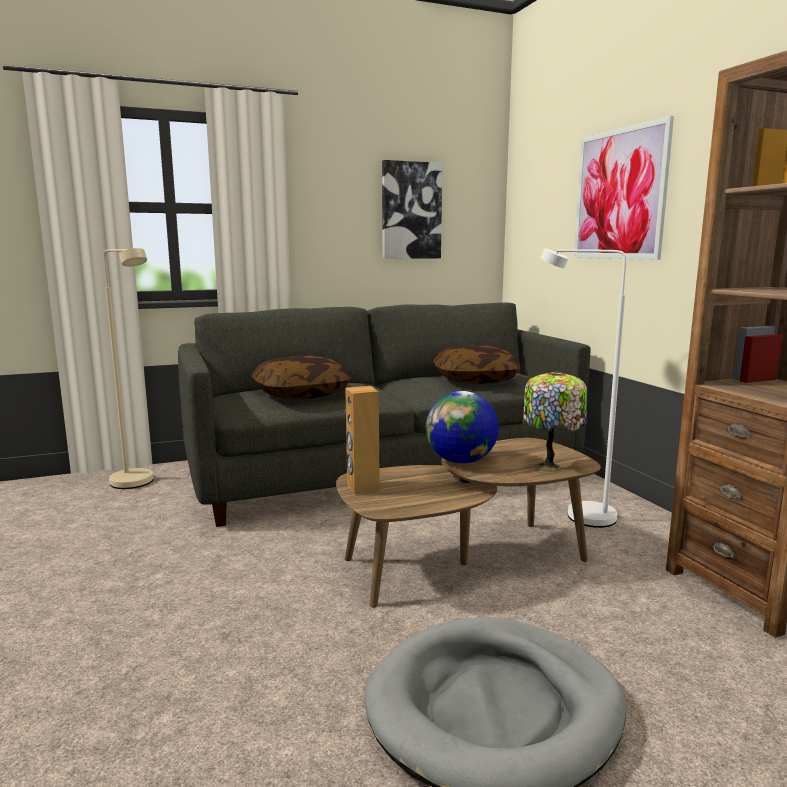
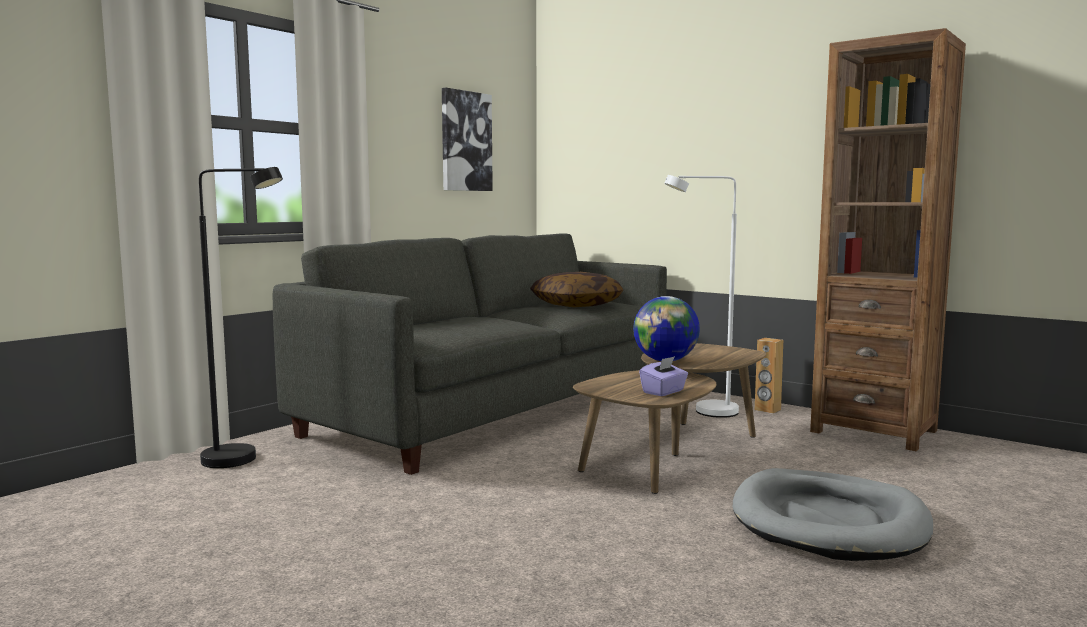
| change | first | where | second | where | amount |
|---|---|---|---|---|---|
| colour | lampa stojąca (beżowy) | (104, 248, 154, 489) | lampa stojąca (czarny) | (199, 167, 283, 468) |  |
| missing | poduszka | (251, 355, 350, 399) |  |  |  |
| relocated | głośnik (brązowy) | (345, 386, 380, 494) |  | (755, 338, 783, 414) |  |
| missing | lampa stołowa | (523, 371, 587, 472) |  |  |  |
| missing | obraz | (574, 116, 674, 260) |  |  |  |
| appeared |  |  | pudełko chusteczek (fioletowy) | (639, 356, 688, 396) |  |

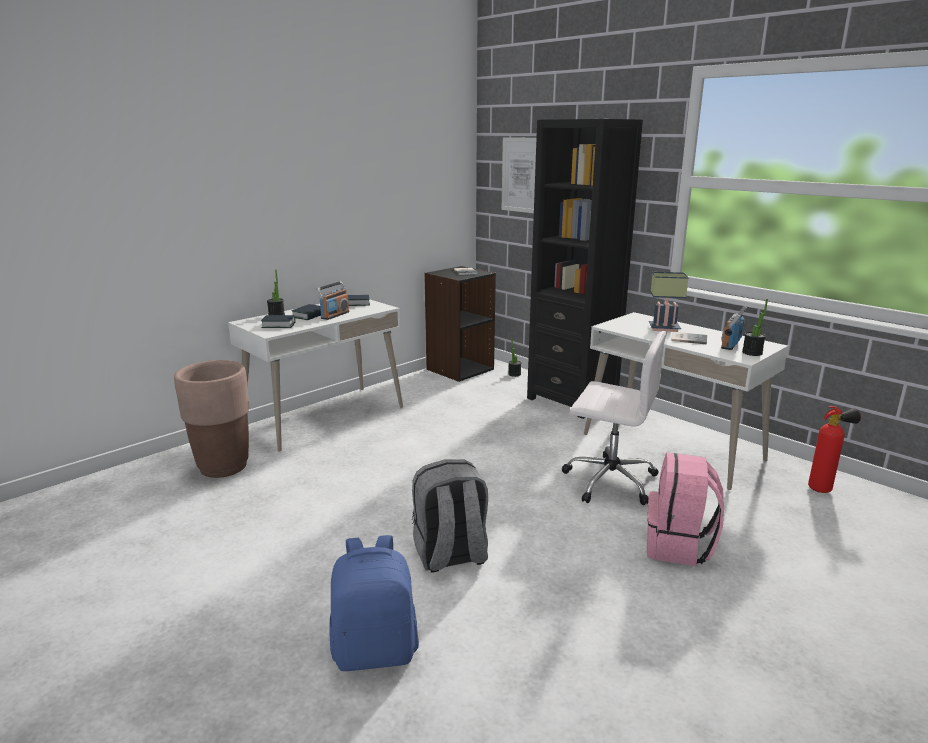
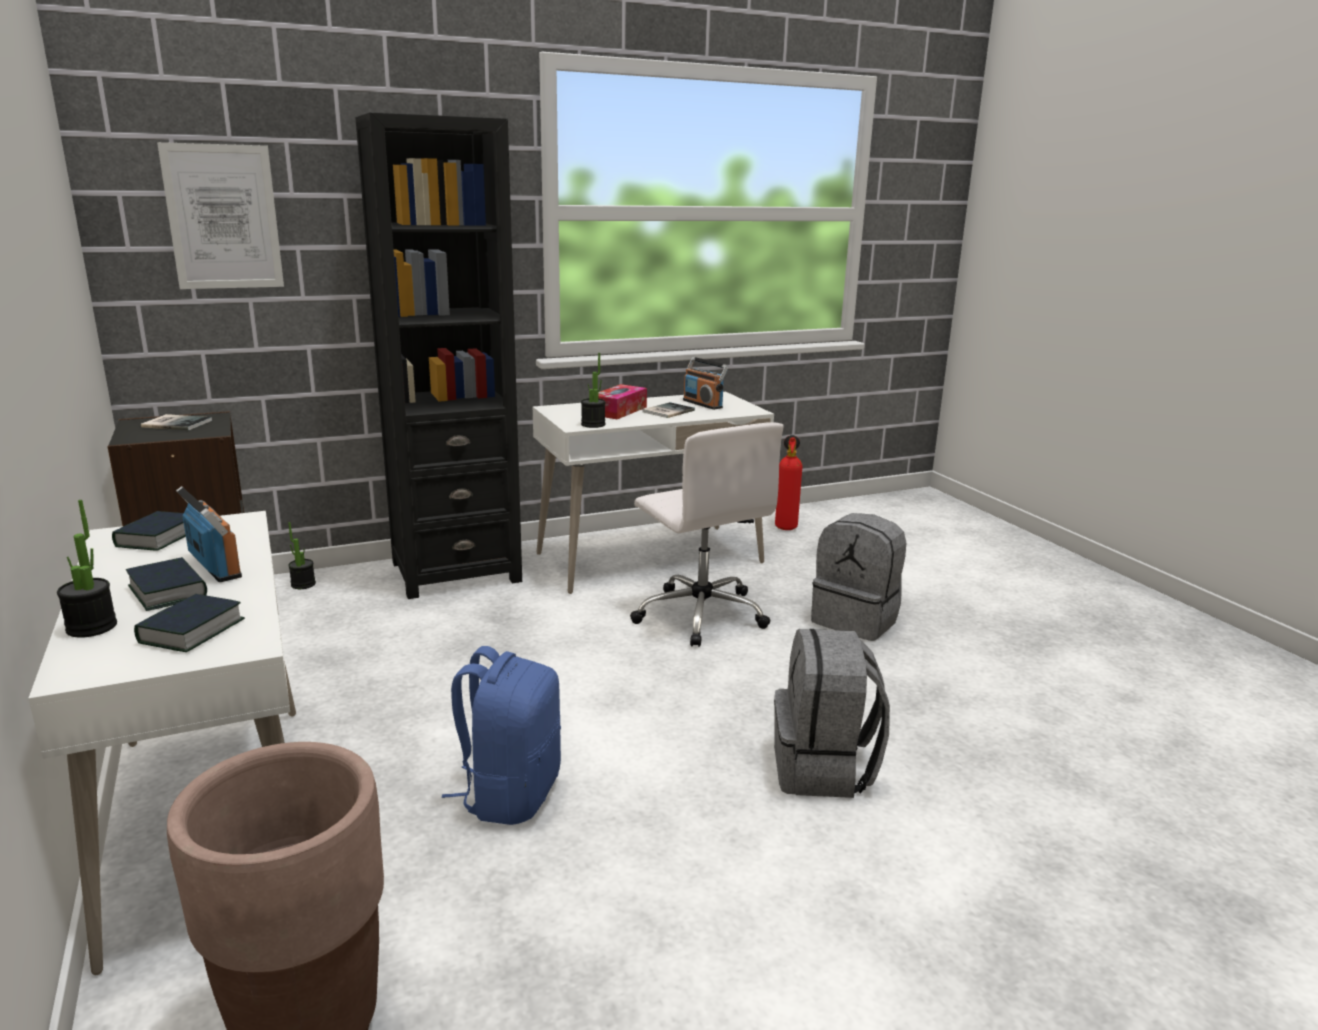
| change | first | where | second | where | amount |
|---|---|---|---|---|---|
| relocated | plecak (niebieski) | (329, 535, 419, 671) |  | (442, 646, 561, 825) |  |
| spun | krzesło biurowe (biały) | (562, 331, 667, 505) |  | (630, 422, 784, 647) | 105 degrees clockwise |
| colour | plecak (różowy) | (647, 453, 724, 566) | plecak (szary) | (811, 513, 906, 641) |  |
| exchanged | lampa stołowa | (649, 272, 689, 332) | pudełko chusteczek | (599, 384, 647, 419) |  |
| relocated | roślina doniczkowa | (742, 299, 768, 356) |  | (581, 353, 606, 428) |  |

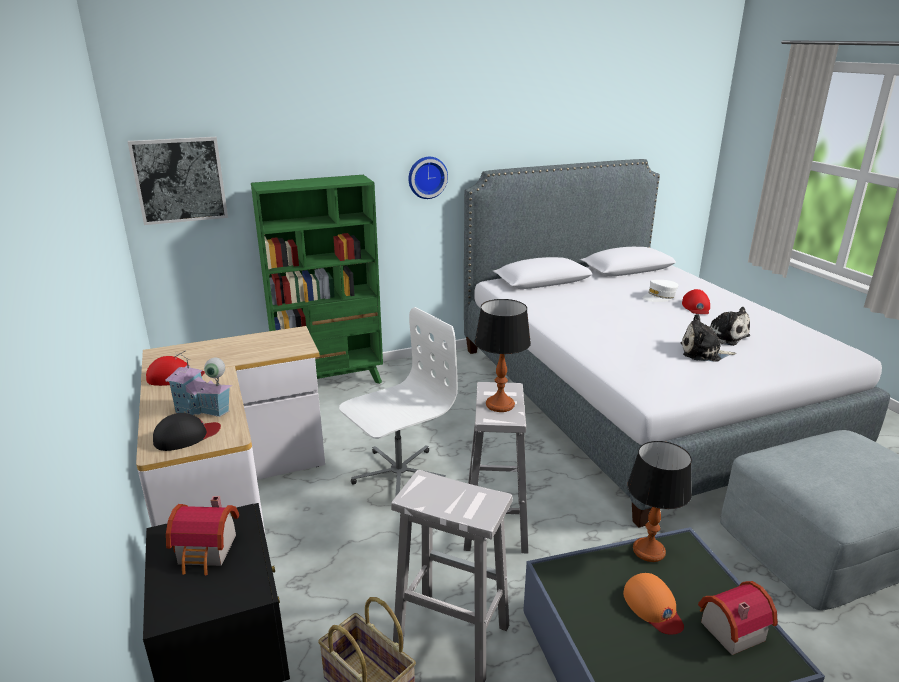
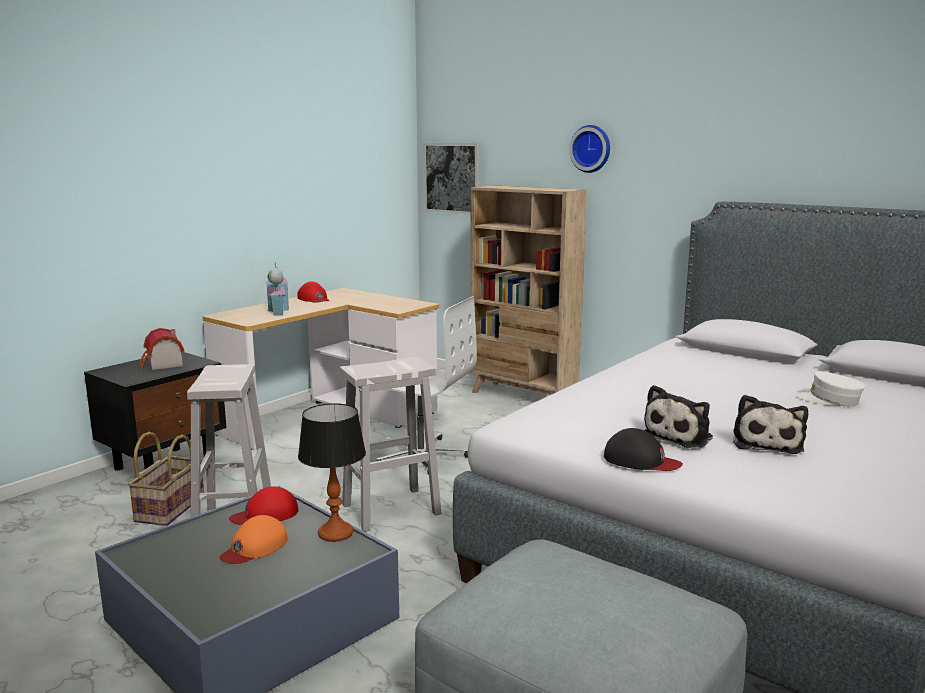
| change | first | where | second | where | amount |
|---|---|---|---|---|---|
| relocated | czapka z daszkiem (czarny) | (153, 413, 221, 451) |  | (604, 428, 683, 471) |  |
| colour | regał (zielony) | (251, 175, 383, 384) | regał (beżowy) | (470, 186, 587, 395) |  |
| relocated | zegar ścienny | (408, 157, 448, 199) |  | (569, 125, 610, 173) |  |
| missing | lampa stołowa | (474, 299, 531, 412) |  |  |  |
| spun | pluszak | (681, 314, 736, 362) |  | (644, 385, 713, 448) | 120 degrees counterclockwise |
| relocated | czapka z daszkiem (czerwony) | (682, 289, 710, 314) |  | (229, 486, 299, 525) |  |
| missing | domek | (698, 581, 778, 655) |  |  |  |

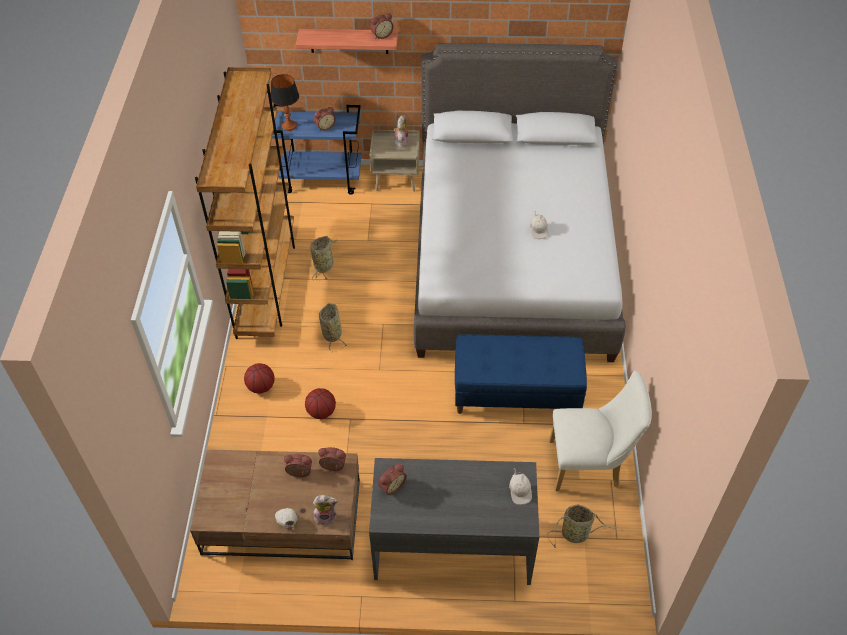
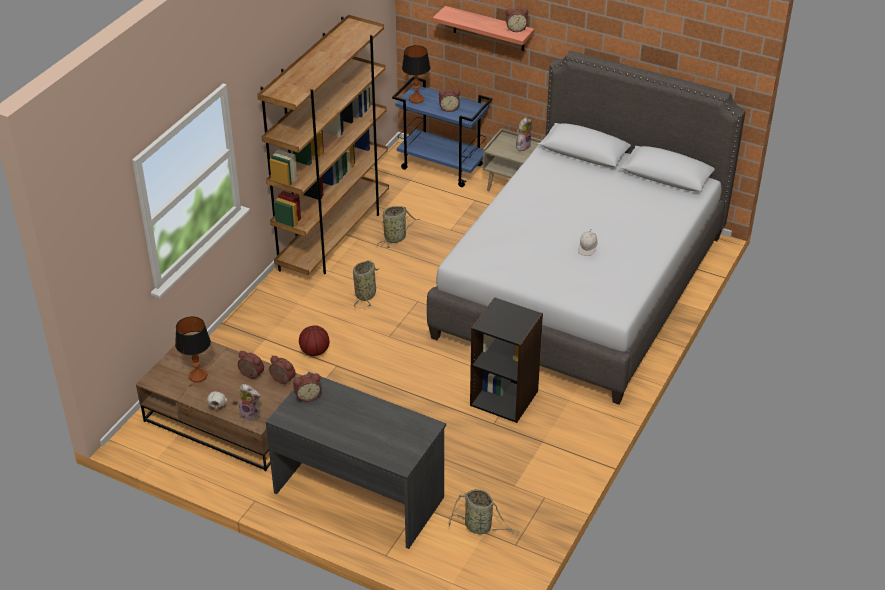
| change | first | where | second | where | amount |
|---|---|---|---|---|---|
| missing | piłka do koszykówki | (244, 363, 275, 394) |  |  |  |
| exchanged | ławka (niebieski) | (455, 334, 587, 414) | regał (czarny) | (470, 297, 543, 423) |  |
| missing | czapka z daszkiem (biały) | (509, 468, 532, 505) |  |  |  |
| missing | krzesło (biały) | (549, 371, 652, 491) |  |  |  |
| appeared |  |  | lampa stołowa | (175, 316, 211, 382) |  |

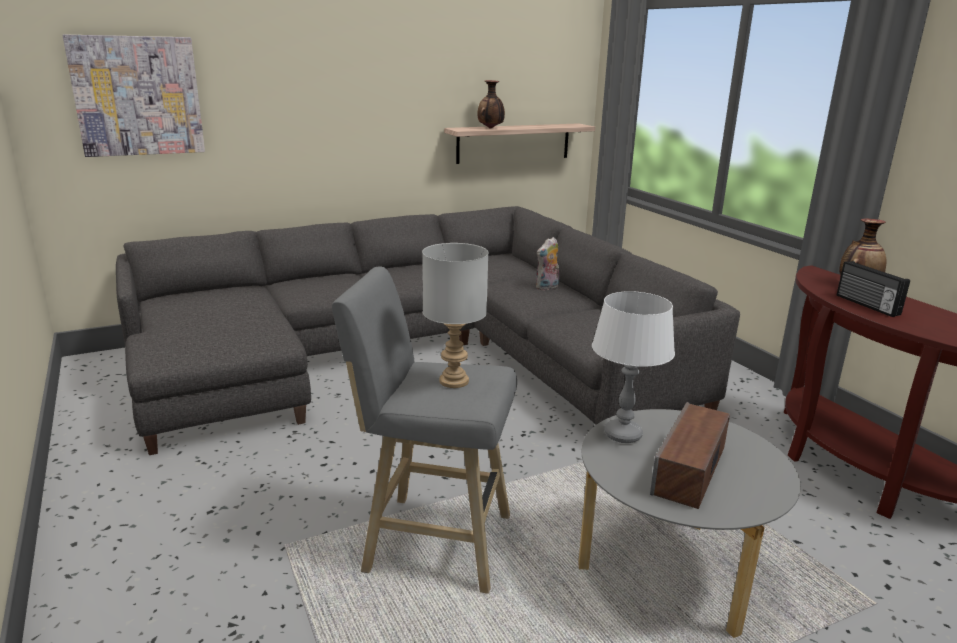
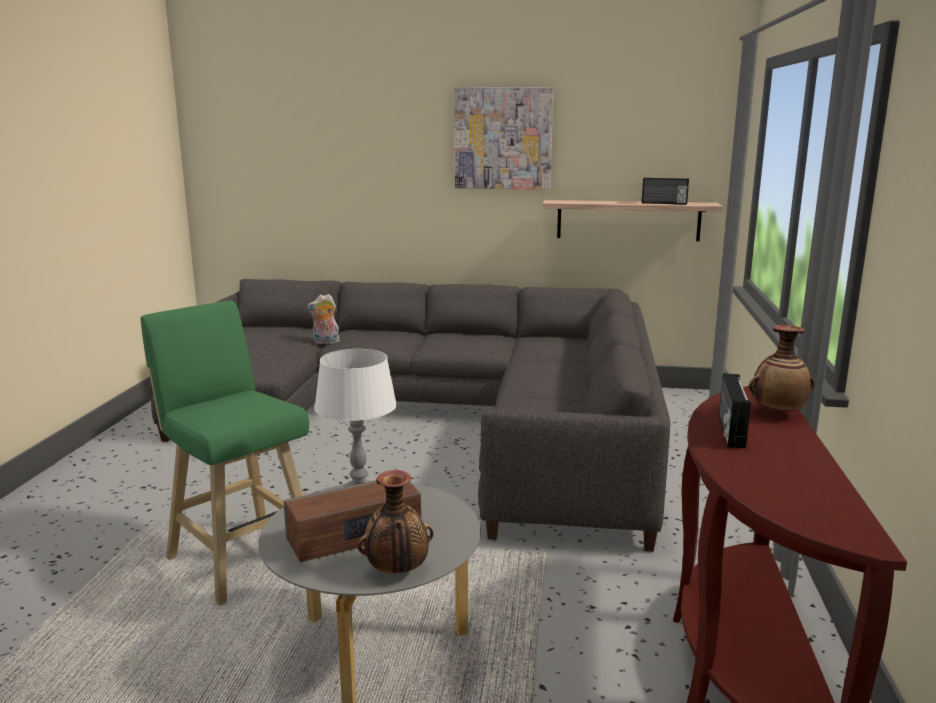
| change | first | where | second | where | amount |
|---|---|---|---|---|---|
| relocated | obraz | (63, 34, 205, 157) |  | (454, 87, 553, 189) |  |
| colour | stołek (szary) | (332, 267, 517, 594) | stołek (zielony) | (141, 301, 309, 606) |  |
| missing | lampa stołowa (szary) | (422, 243, 489, 388) |  |  |  |
| relocated | wazon | (477, 80, 505, 128) |  | (358, 470, 433, 573) |  |
| relocated | pluszak | (536, 237, 559, 290) |  | (307, 294, 340, 344) |  |
| appeared |  |  | radio | (642, 178, 689, 205) |  |

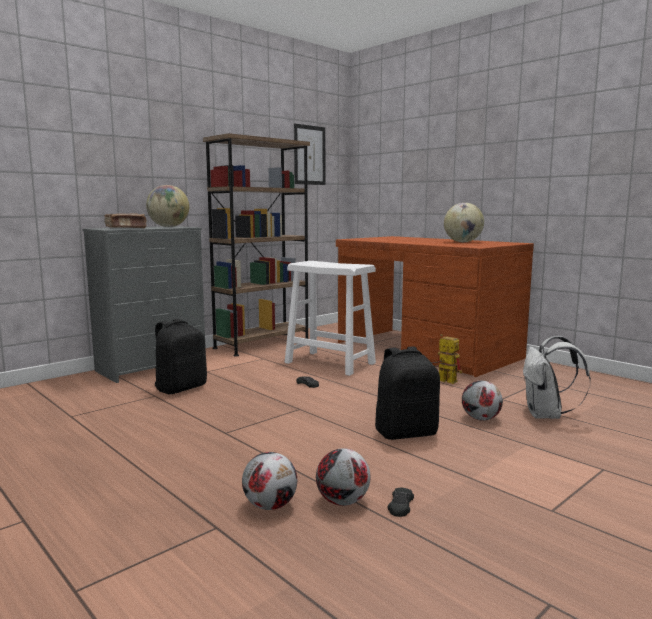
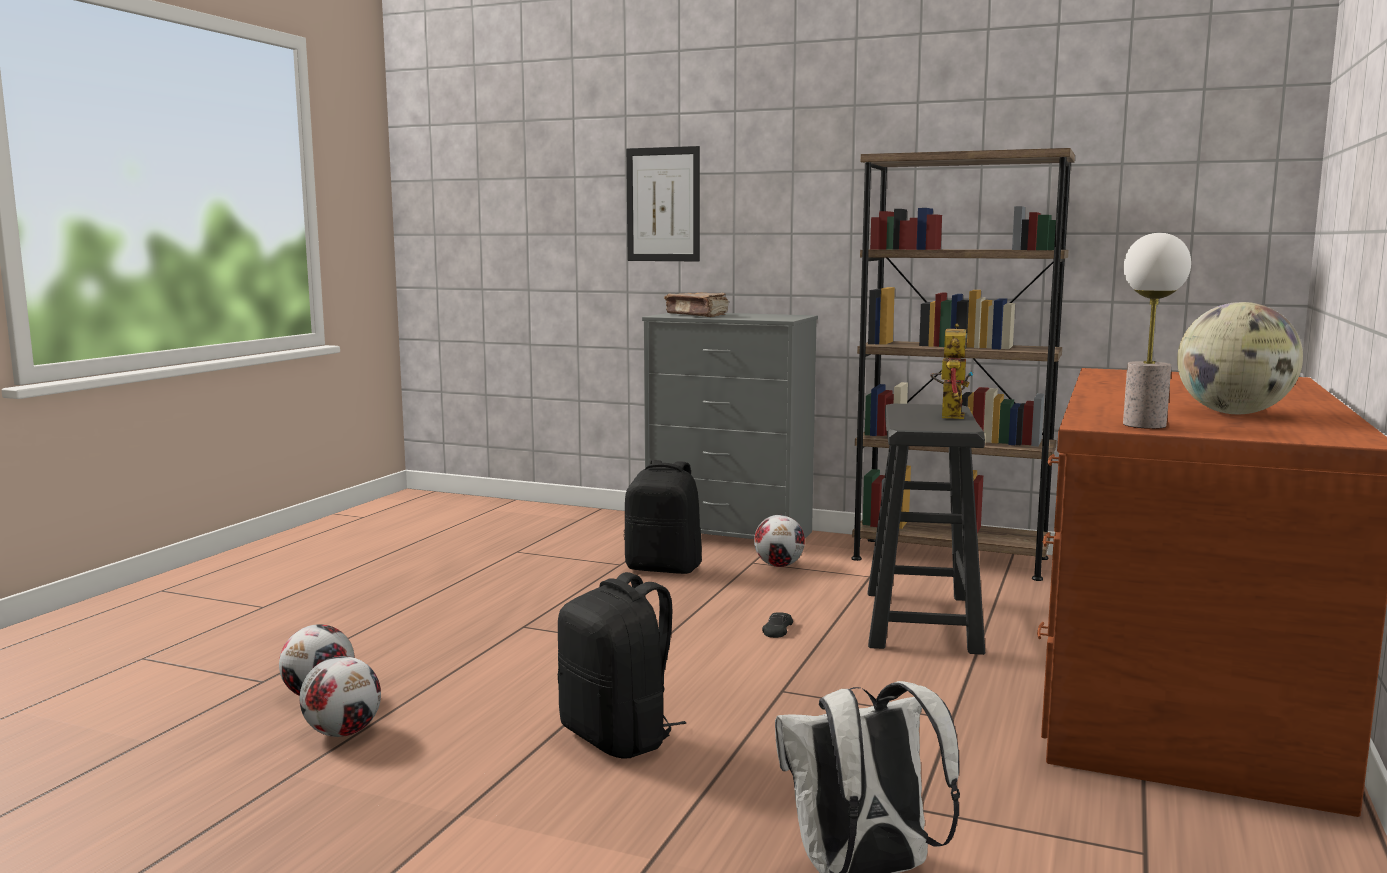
| change | first | where | second | where | amount |
|---|---|---|---|---|---|
| missing | globus | (146, 185, 189, 227) |  |  |  |
| colour | stołek (biały) | (285, 261, 376, 376) | stołek (czarny) | (868, 404, 985, 655) |  |
| relocated | obraz | (294, 124, 325, 185) |  | (626, 146, 700, 261) |  |
| missing | samochodzik (czarny) | (388, 488, 414, 517) |  |  |  |
| relocated | robot zabawkowy | (431, 334, 462, 384) |  | (930, 324, 973, 419) |  |
| relocated | piłka futbolowa | (462, 381, 503, 421) |  | (754, 515, 805, 567) |  |
| appeared |  |  | lampa stołowa | (1123, 233, 1191, 429) |  |

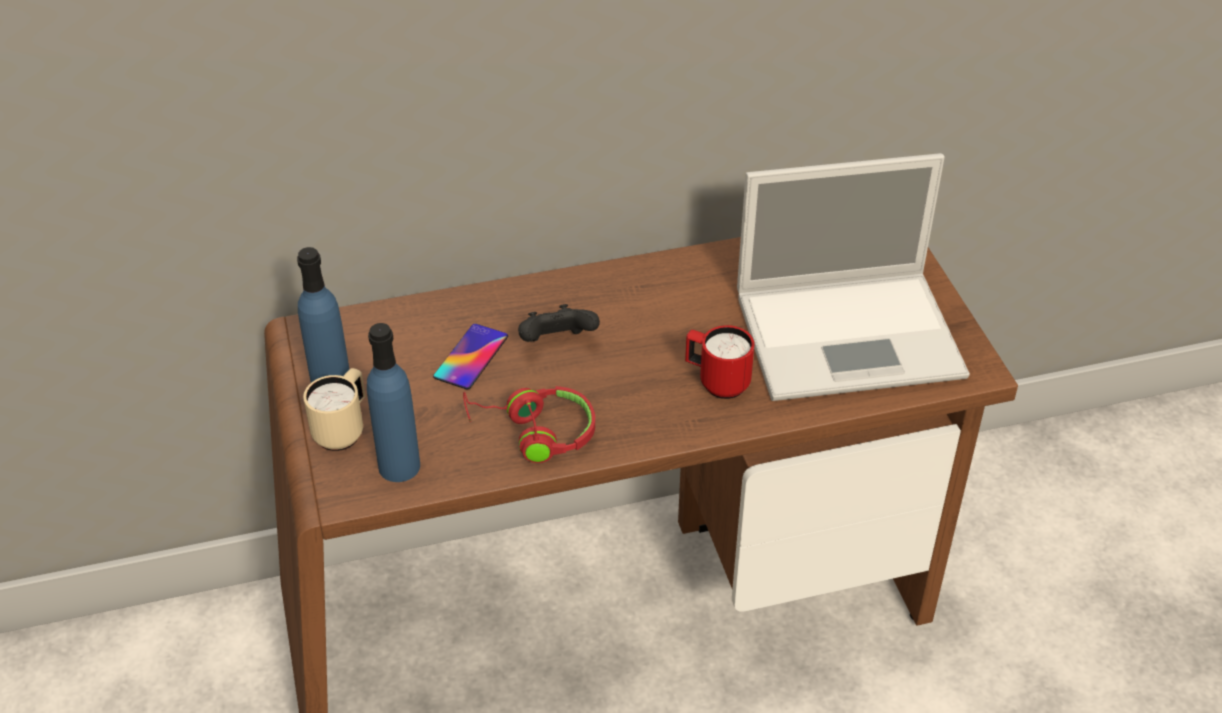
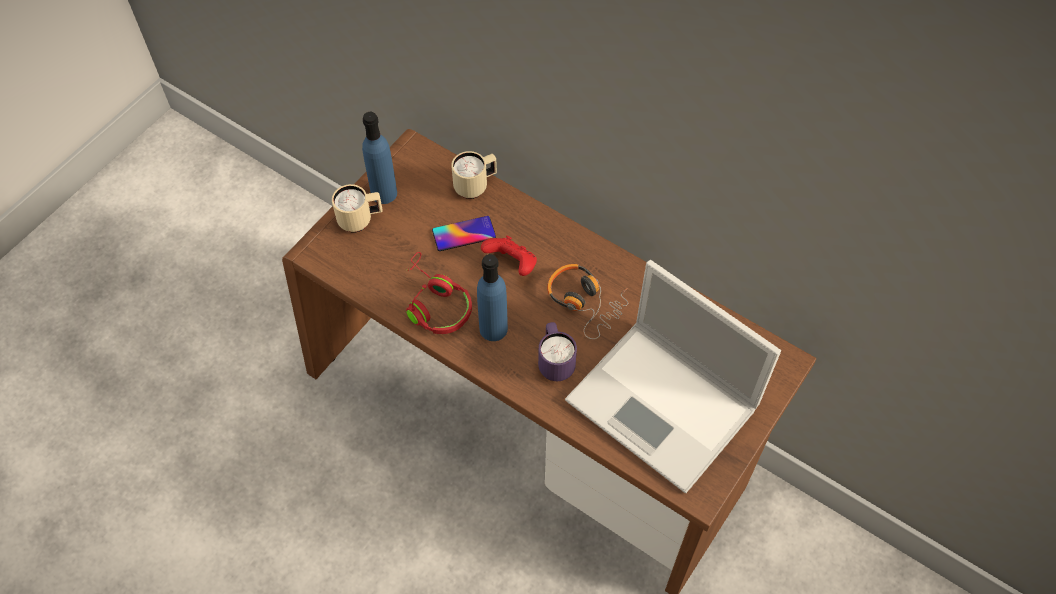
| change | first | where | second | where | amount |
|---|---|---|---|---|---|
| relocated | butelka (niebieski) | (367, 323, 420, 482) |  | (477, 254, 508, 341) |  |
| colour | pad do gier (czarny) | (518, 304, 600, 342) | pad do gier (czerwony) | (481, 236, 537, 276) |  |
| colour | kubek (czerwony) | (685, 325, 754, 399) | kubek (fioletowy) | (538, 322, 577, 381) |  |
| appeared |  |  | kubek (beżowy) | (451, 151, 497, 199) |  |
| appeared |  |  | słuchawki | (547, 264, 628, 339) |  |

